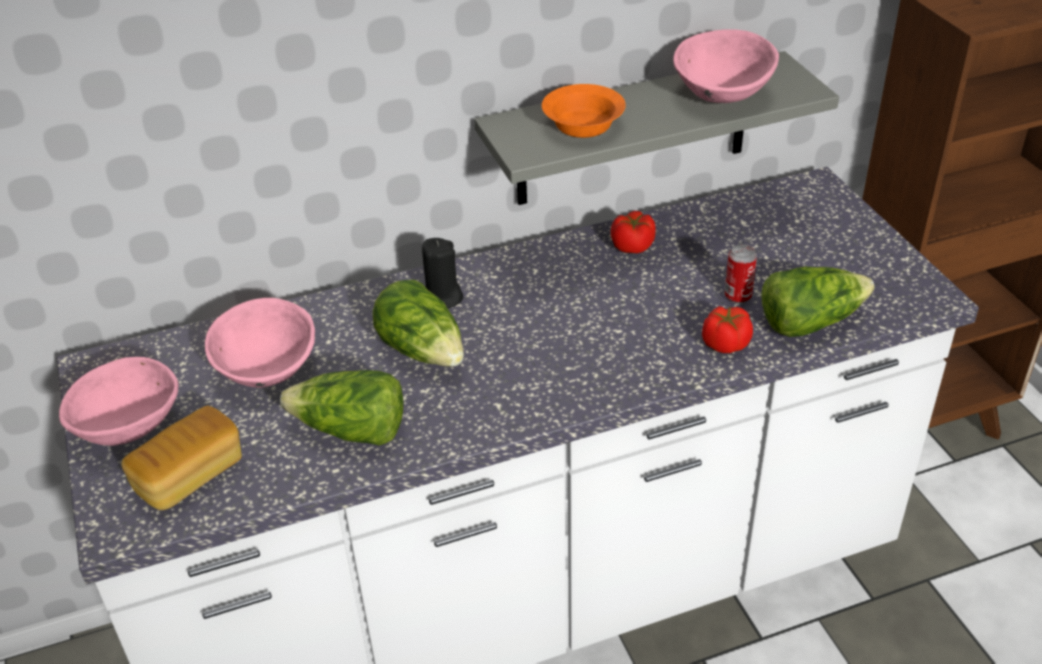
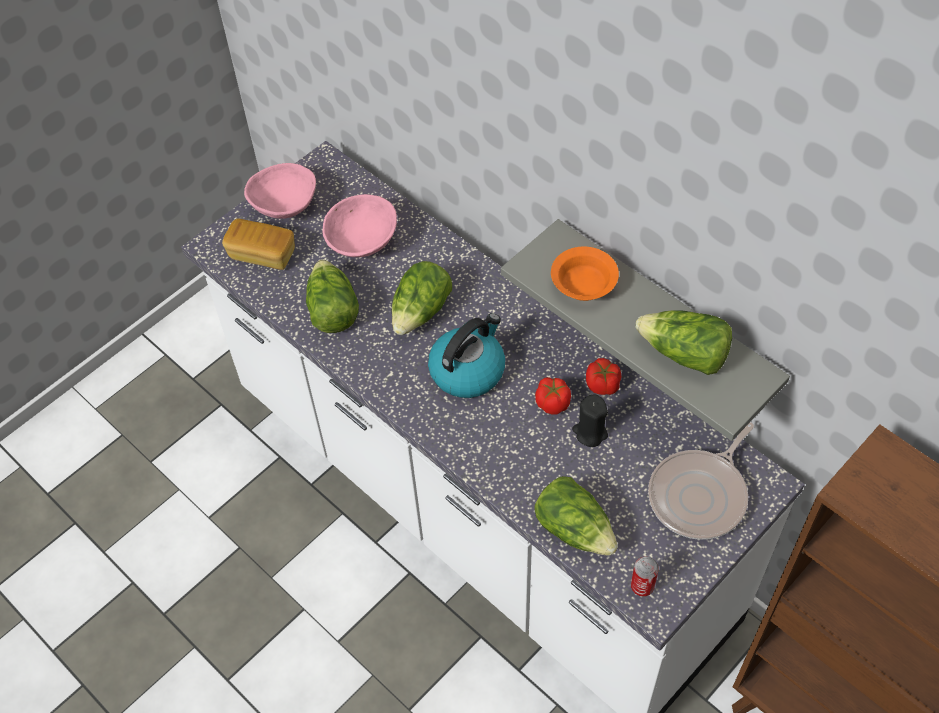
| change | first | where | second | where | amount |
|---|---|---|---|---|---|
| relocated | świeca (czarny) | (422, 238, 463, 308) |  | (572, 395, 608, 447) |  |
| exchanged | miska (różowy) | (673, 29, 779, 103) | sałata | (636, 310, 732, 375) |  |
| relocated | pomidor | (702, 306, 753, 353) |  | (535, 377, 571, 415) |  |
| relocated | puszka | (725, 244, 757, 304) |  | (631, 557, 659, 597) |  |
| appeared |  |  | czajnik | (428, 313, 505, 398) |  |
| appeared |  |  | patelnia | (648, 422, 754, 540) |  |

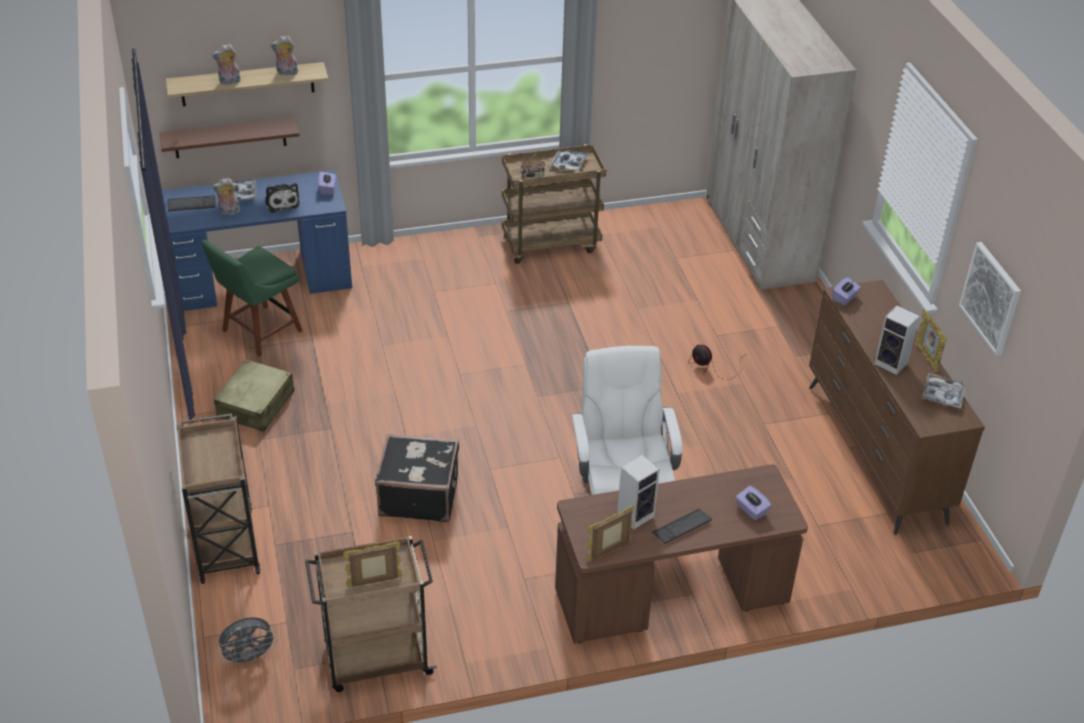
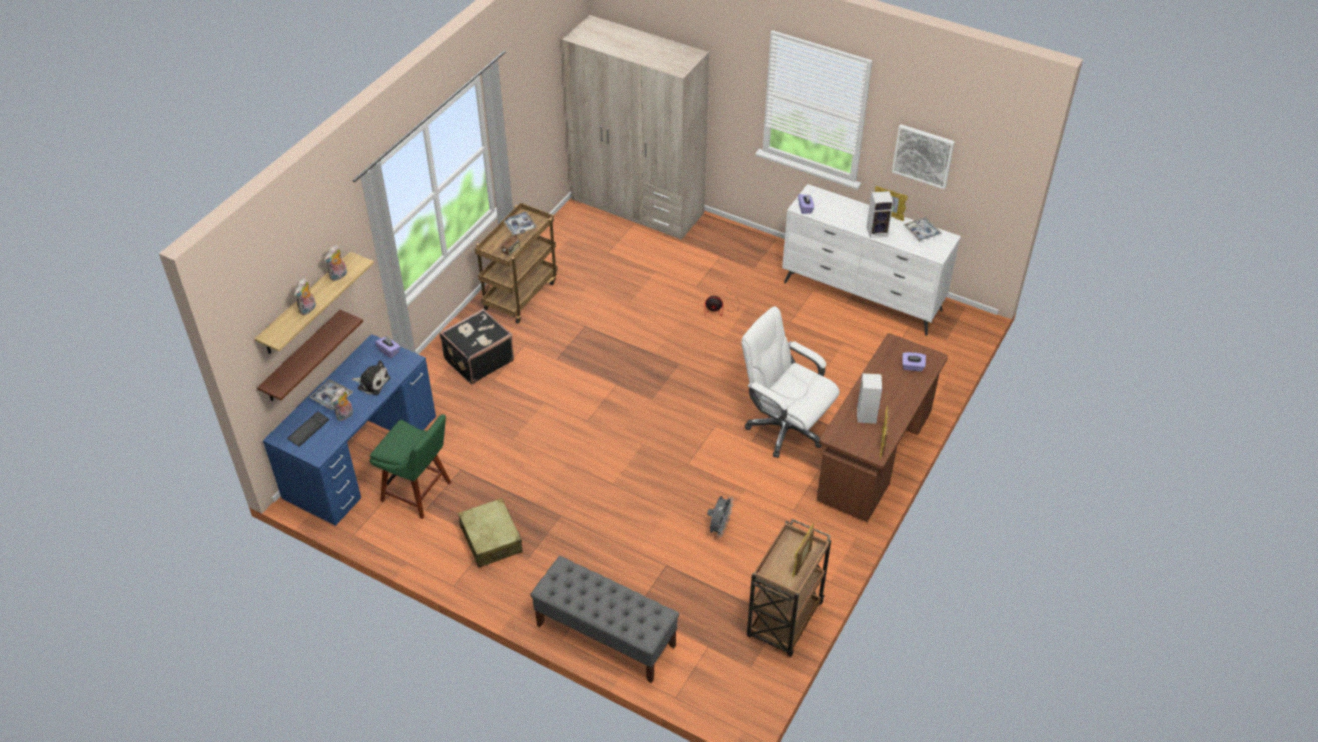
| change | first | where | second | where | amount |
|---|---|---|---|---|---|
| exchanged | wózek (brązowy) | (176, 414, 261, 584) | ławka (szary) | (530, 556, 679, 683) |  |
| spun | krzesło (zielony) | (201, 240, 302, 357) |  | (369, 414, 451, 519) | 60 degrees counterclockwise |
| relocated | wentylator (szary) | (218, 617, 277, 667) |  | (707, 496, 733, 538) |  |
| relocated | walizka (czarny) | (375, 434, 459, 522) |  | (439, 309, 514, 384) |  |
| missing | klawiatura | (652, 509, 712, 544) |  |  |  |
| colour | komoda (brązowy) | (809, 280, 985, 535) | komoda (biały) | (782, 184, 961, 336) |  |

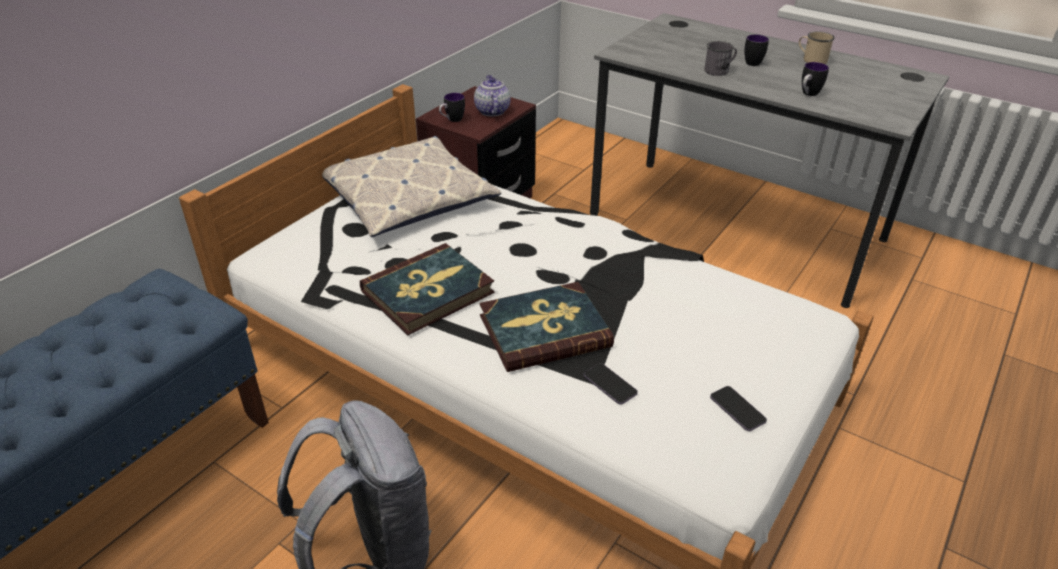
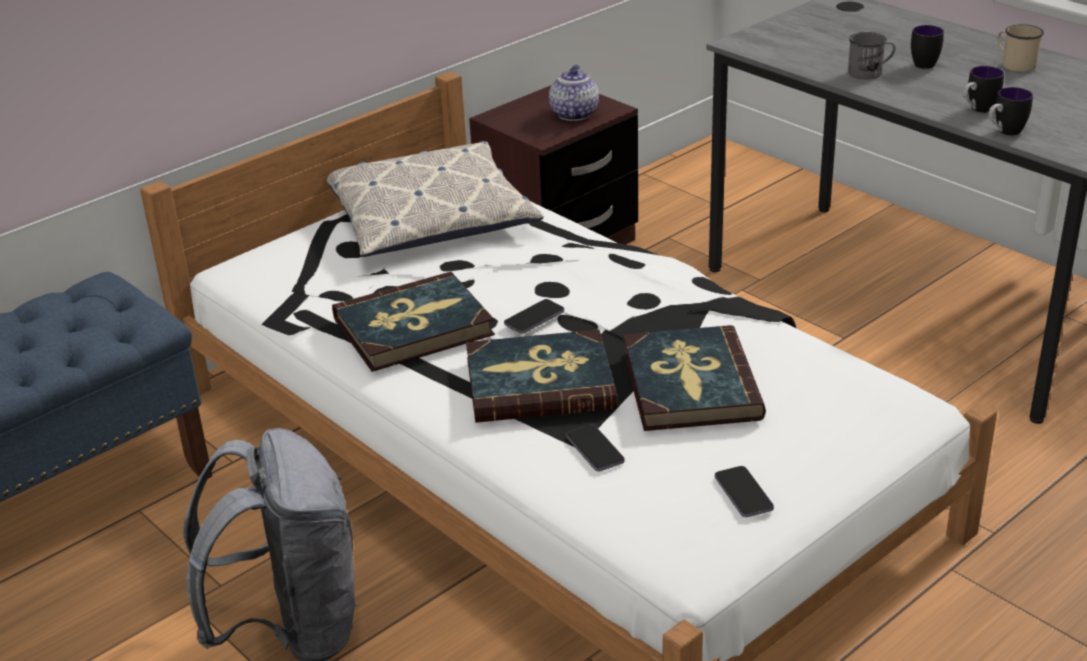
| change | first | where | second | where | amount |
|---|---|---|---|---|---|
| relocated | kubek | (439, 93, 465, 122) |  | (988, 87, 1033, 136) |  |
| appeared |  |  | telefon | (504, 299, 564, 334) |  |
| appeared |  |  | książka | (623, 325, 766, 431) |  |

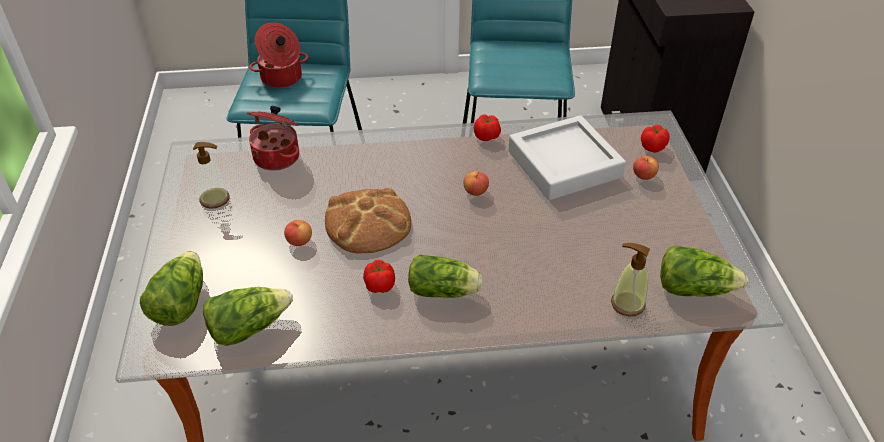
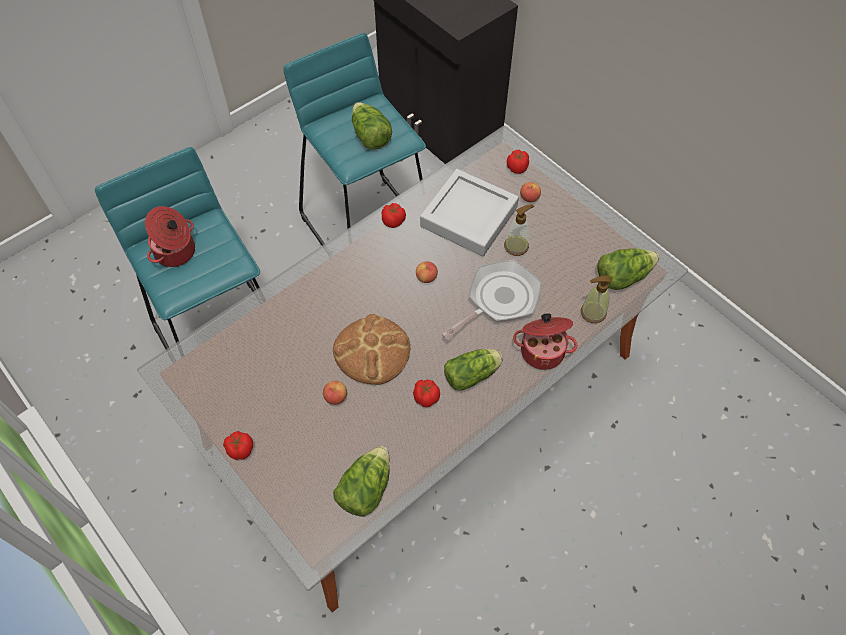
| change | first | where | second | where | amount |
|---|---|---|---|---|---|
| relocated | sałata | (140, 251, 203, 326) |  | (352, 102, 392, 150) |  |
| relocated | dozownik mydła | (193, 142, 230, 209) |  | (504, 204, 534, 256) |  |
| relocated | garnek | (247, 106, 299, 171) |  | (513, 313, 577, 370) |  |
| appeared |  |  | pomidor | (223, 431, 253, 460) |  |
| appeared |  |  | patelnia | (441, 260, 542, 340) |  |

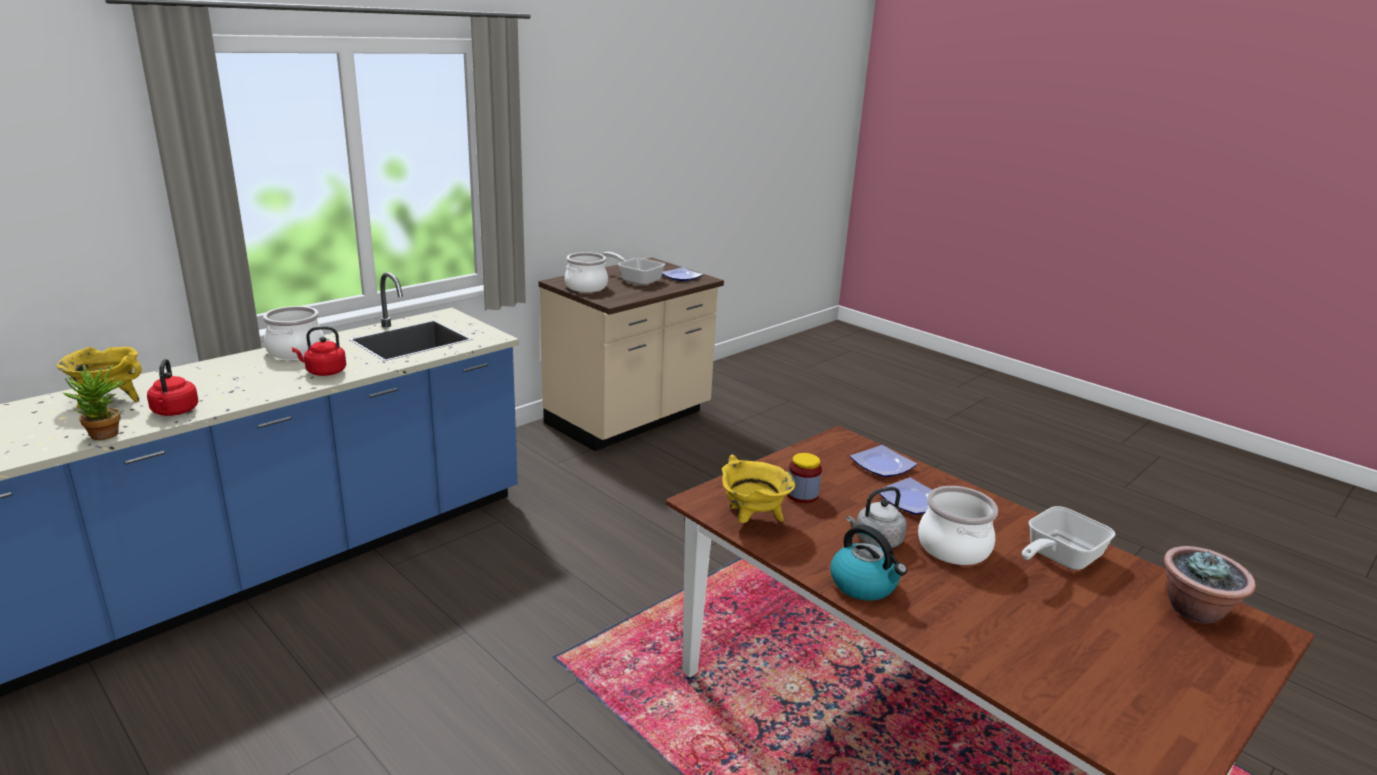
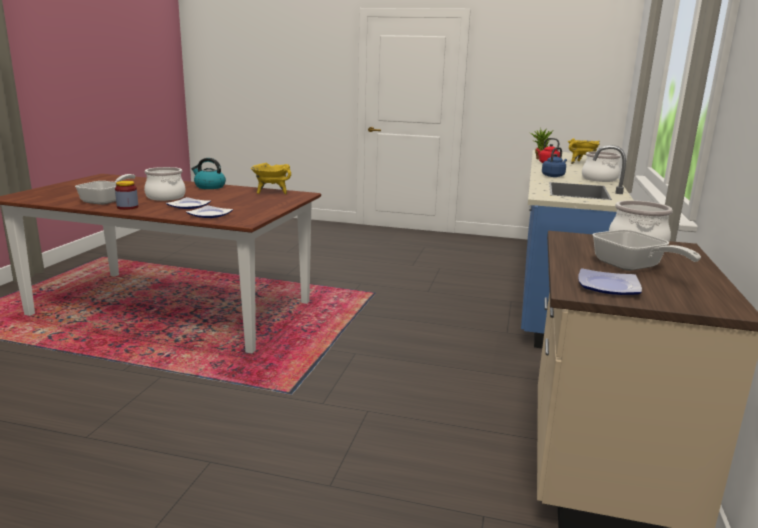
| change | first | where | second | where | amount |
|---|---|---|---|---|---|
| colour | czajnik (czerwony) | (292, 326, 346, 376) | czajnik (niebieski) | (542, 147, 567, 177) |  |
| spun | patelnia | (602, 252, 665, 285) |  | (592, 230, 701, 271) | 60 degrees clockwise |
| relocated | słoik | (787, 453, 822, 503) |  | (115, 181, 138, 210) |  |
| missing | czajnik (szary) | (846, 487, 907, 548) |  |  |  |
| missing | roślina doniczkowa | (1164, 546, 1256, 624) |  |  |  |

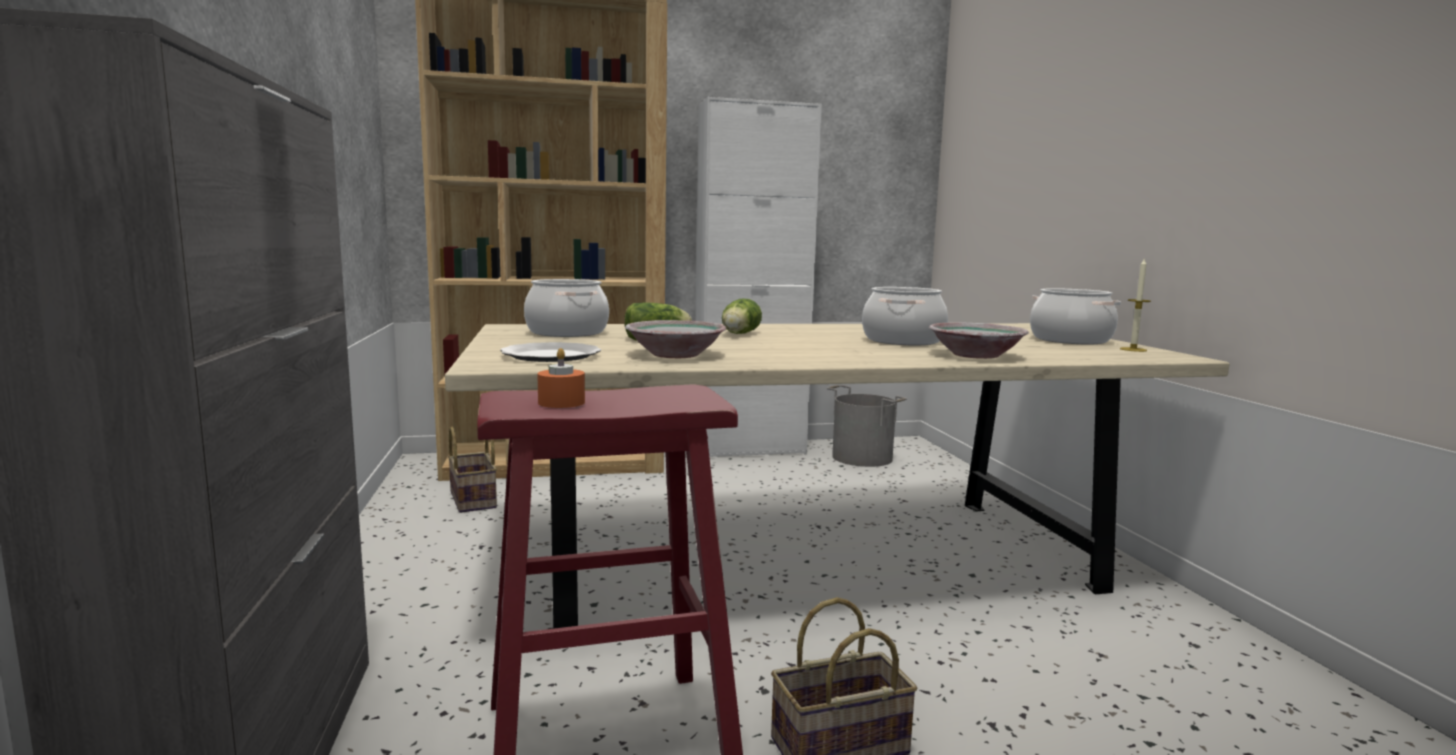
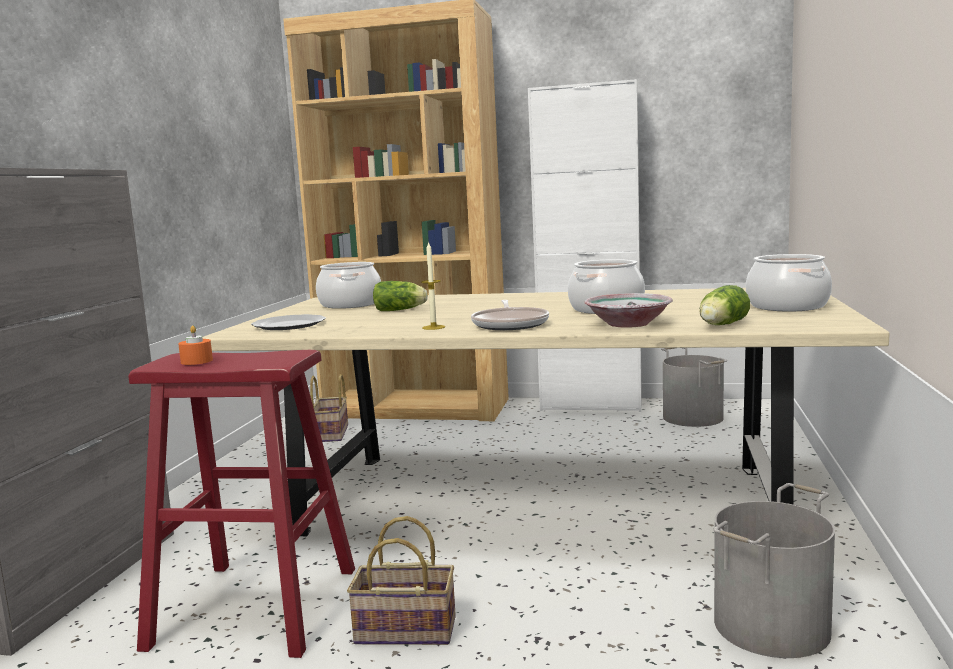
| change | first | where | second | where | amount |
|---|---|---|---|---|---|
| missing | miska | (625, 320, 726, 358) |  |  |  |
| relocated | sałata | (722, 299, 762, 334) |  | (700, 285, 750, 325) |  |
| relocated | świeca | (1120, 259, 1151, 352) |  | (421, 241, 445, 330) |  |
| appeared |  |  | patelnia | (471, 300, 549, 330) |  |
| appeared |  |  | wiadro (szary) | (714, 483, 835, 658) |  |

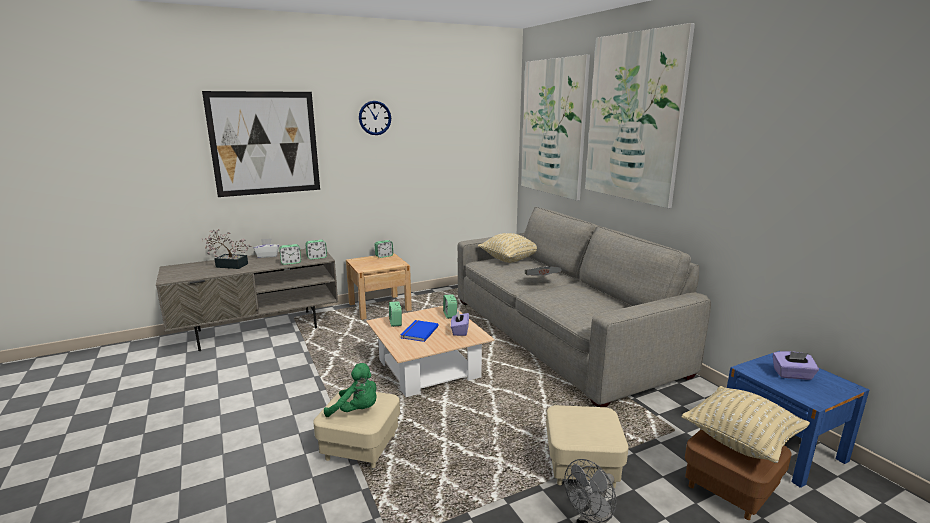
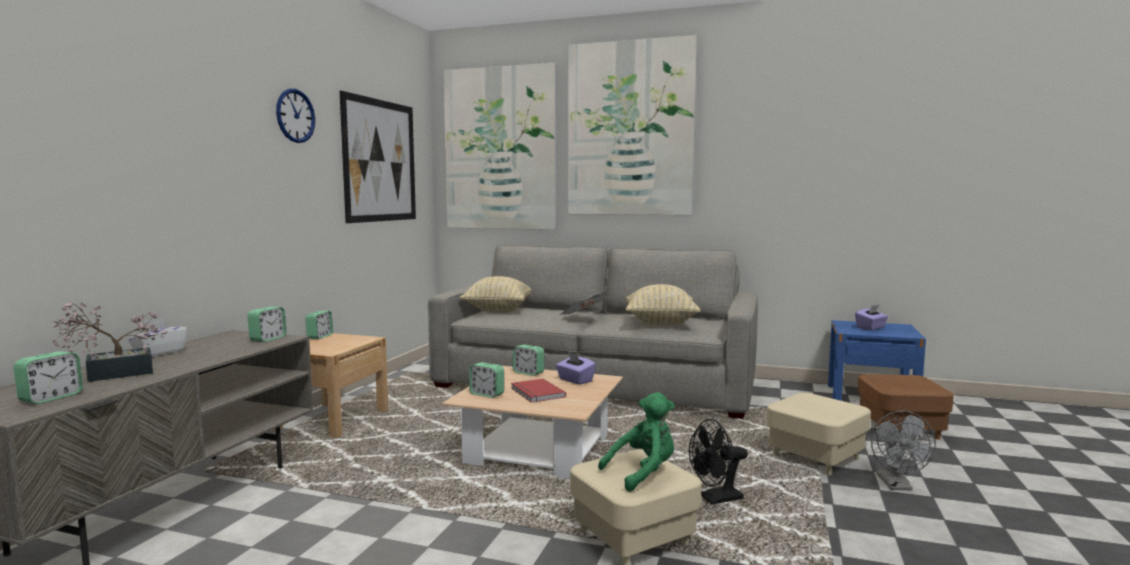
| change | first | where | second | where | amount |
|---|---|---|---|---|---|
| relocated | obraz | (202, 91, 320, 197) |  | (340, 91, 416, 223) |  |
| relocated | budzik | (279, 244, 301, 265) |  | (13, 351, 83, 404) |  |
| colour | książka (niebieski) | (401, 320, 438, 342) | książka (czerwony) | (511, 379, 566, 403) |  |
| relocated | poduszka (beżowy) | (681, 386, 810, 463) |  | (625, 284, 701, 326) |  |
| appeared |  |  | wentylator (czarny) | (689, 419, 748, 504) |  |

